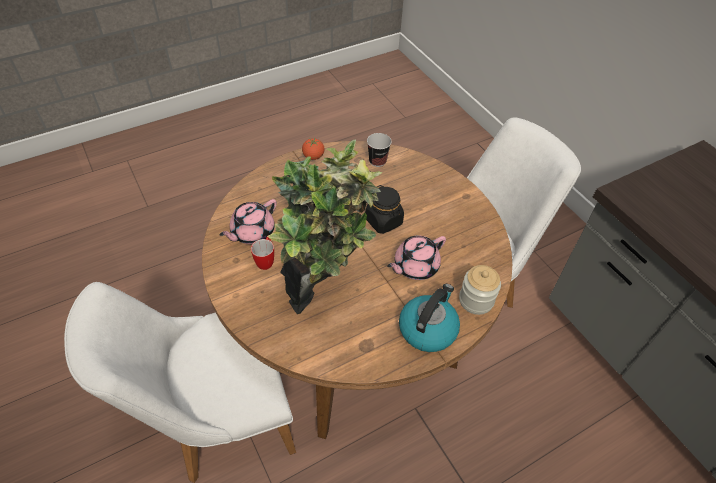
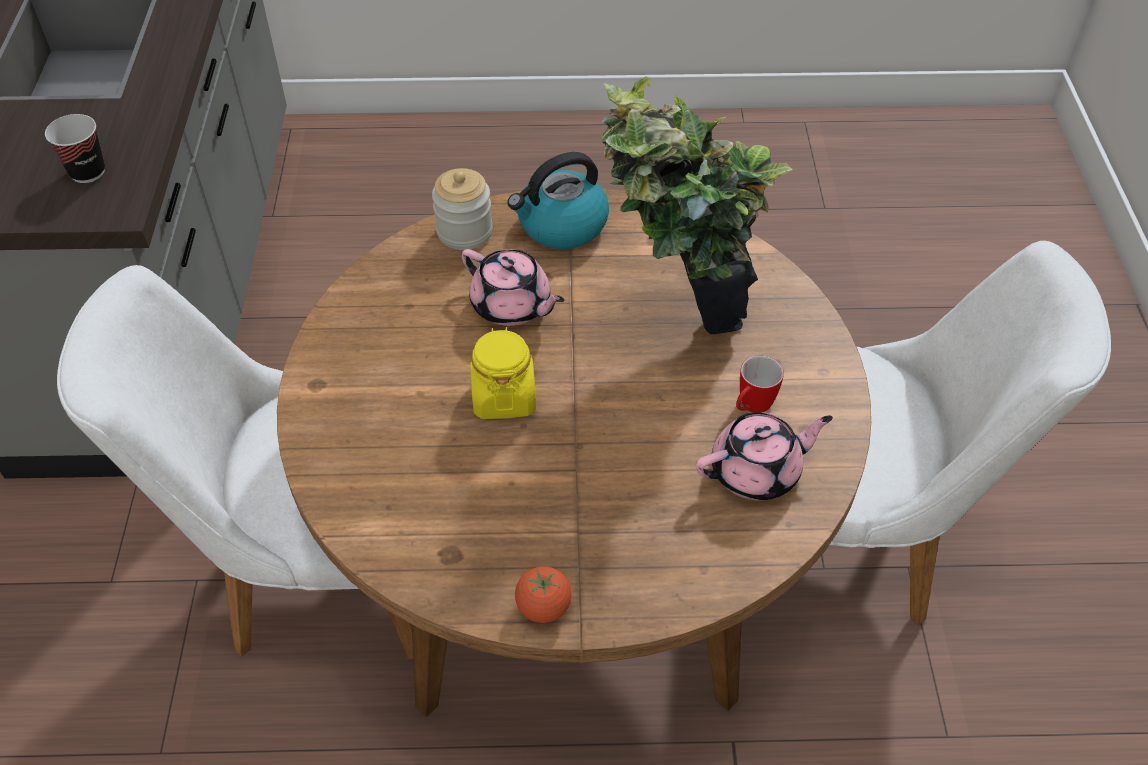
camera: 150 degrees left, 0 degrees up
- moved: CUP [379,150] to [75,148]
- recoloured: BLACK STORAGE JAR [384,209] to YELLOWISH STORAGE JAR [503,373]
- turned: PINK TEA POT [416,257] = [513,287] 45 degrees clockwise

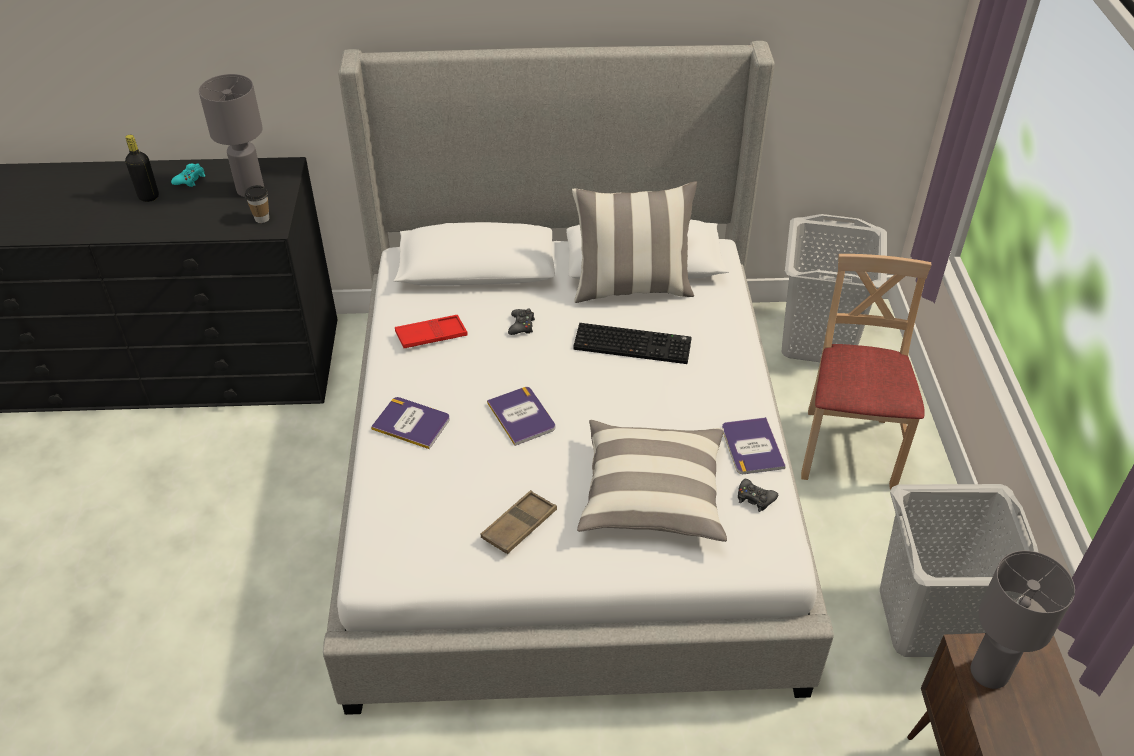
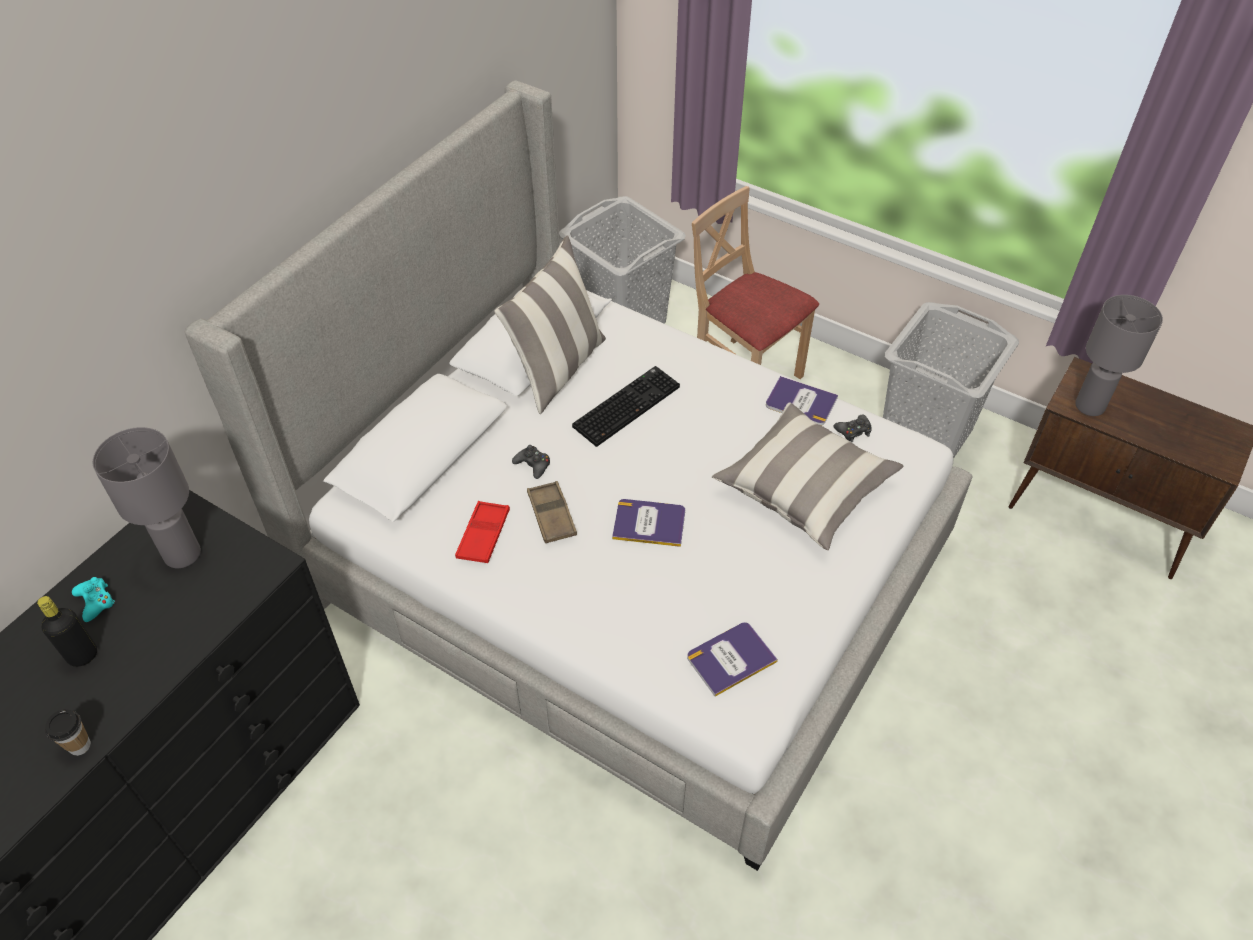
camera: 55 degrees left, 5 degrees up
- moved: CUP [257,204] to [68,732]
- moved: BOUND BOOK [410,423] to [732,659]
- moved: BROWN TRAY [519,522] to [552,512]

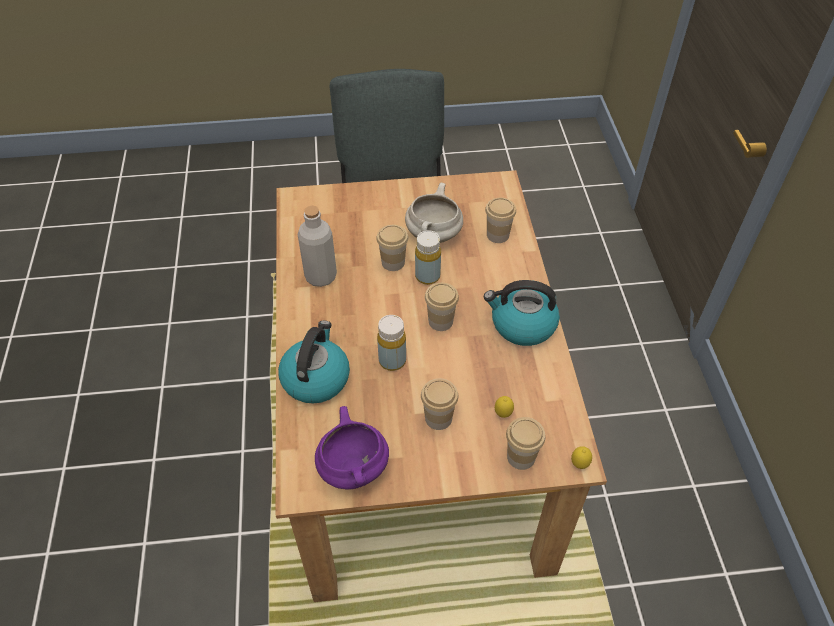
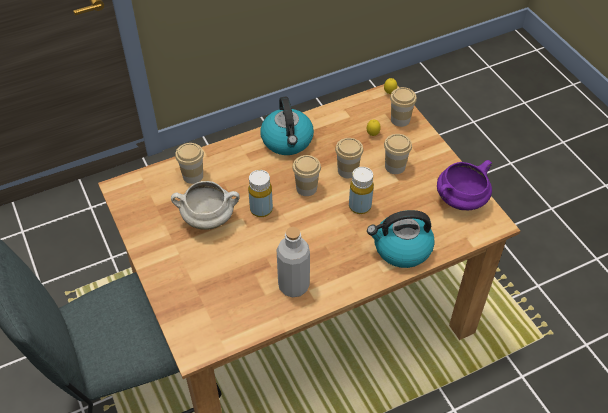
camera: 110 degrees left, 0 degrees up
- moved: CUP [392,248] to [349,158]

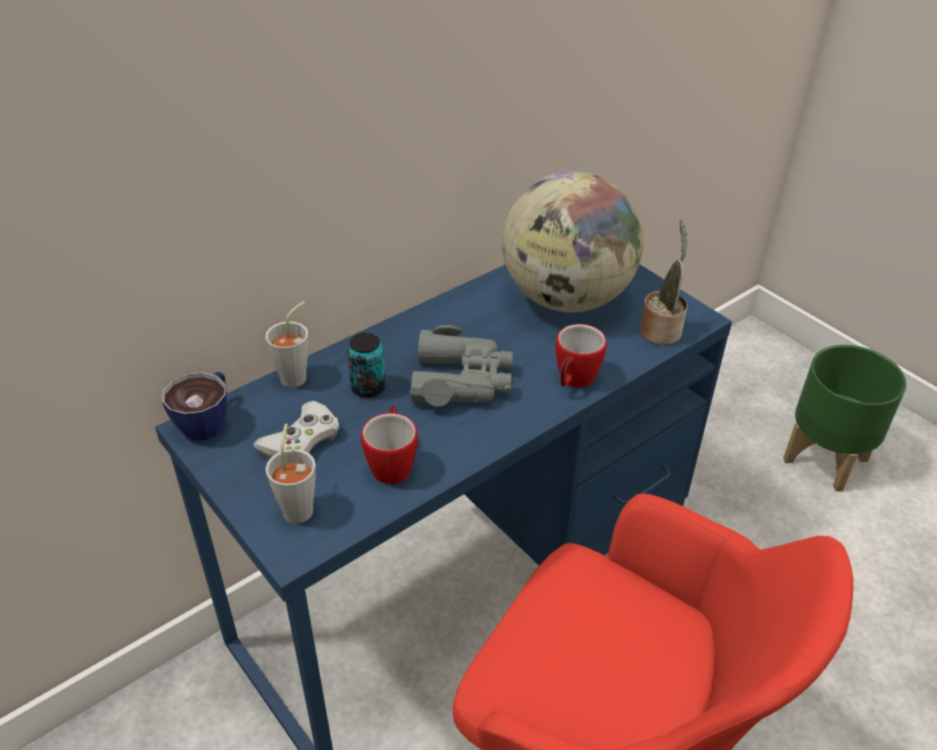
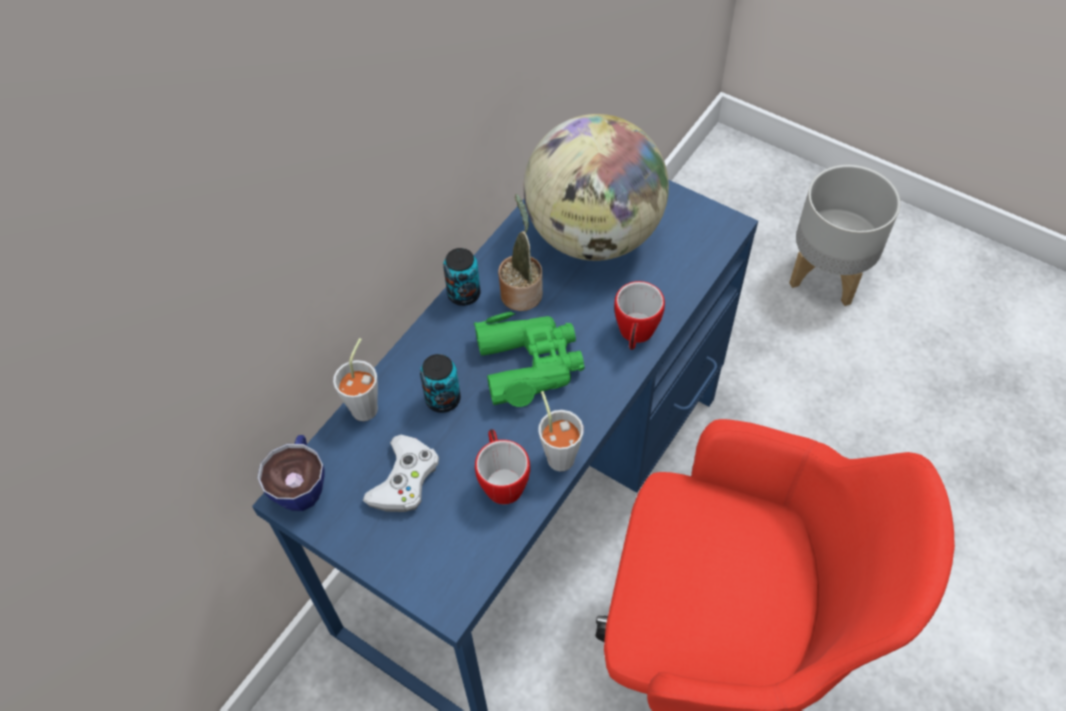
camera: 15 degrees left, 15 degrees up
- added: METAL CAN [462,277]
- moved: GRAY CUP [290,474] to [561,431]
- moved: HOUSEPLANT [664,282] to [520,252]
- recoloured: GRAY PAIR OF BINOCULARS [461,365] to GREEN-COLOURED PAIR OF BINOCULARS [529,359]
- recoloured: GREEN-COLOURED PLANT POT [844,418] to GRAY PLANT POT [844,235]

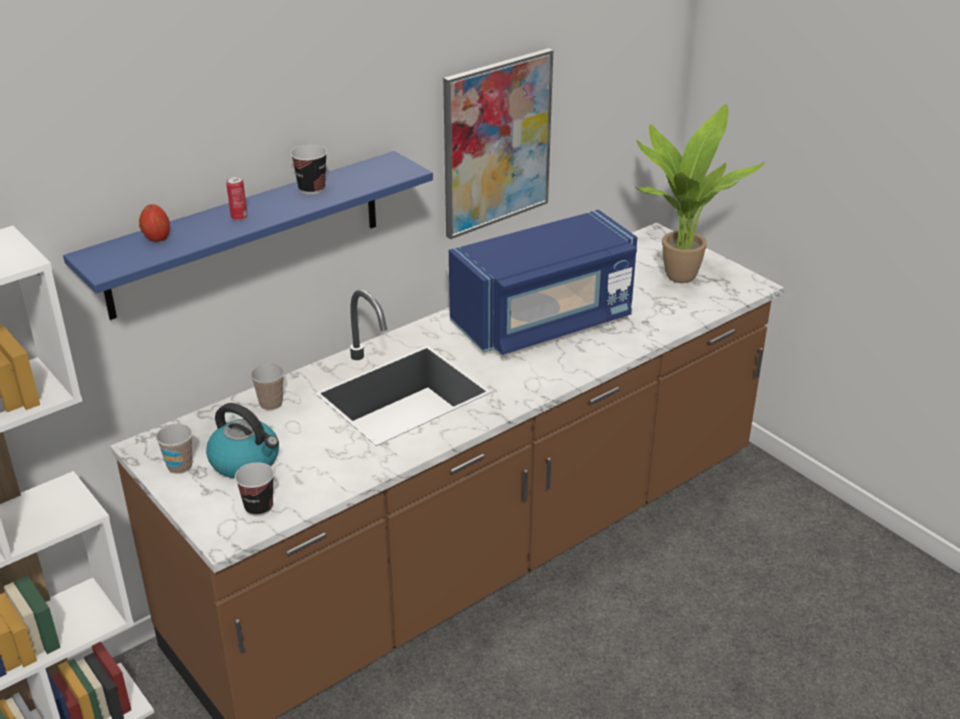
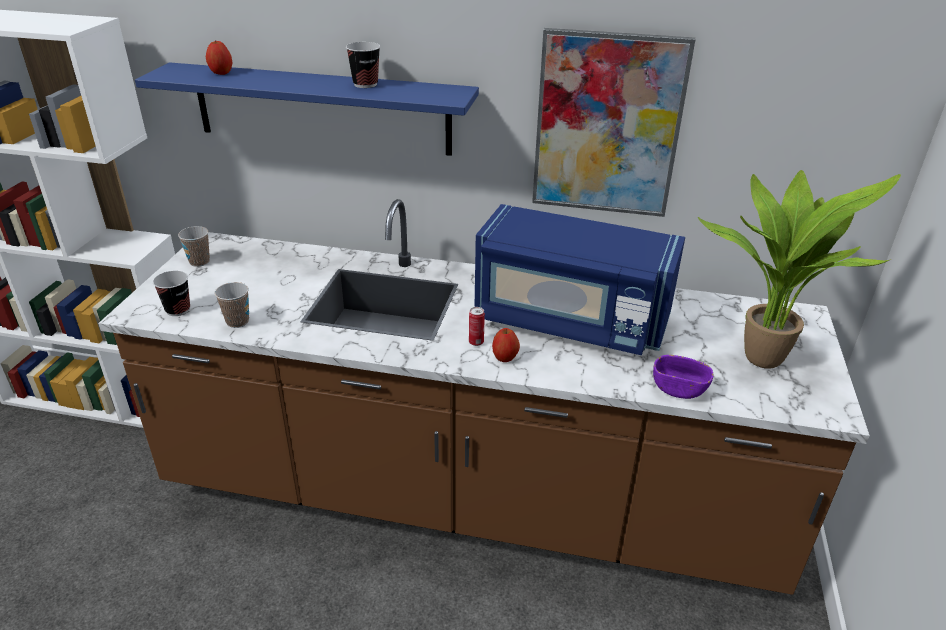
camera: 50 degrees right, 0 degrees up
- removed: KETTLE [242,441]
- added: APPLE FRUIT [506,345]
- added: PURPLISH DEEP DISH [683,377]
- moved: METAL CAN [236,198] to [477,326]
- moved: CUP [267,387] to [232,305]

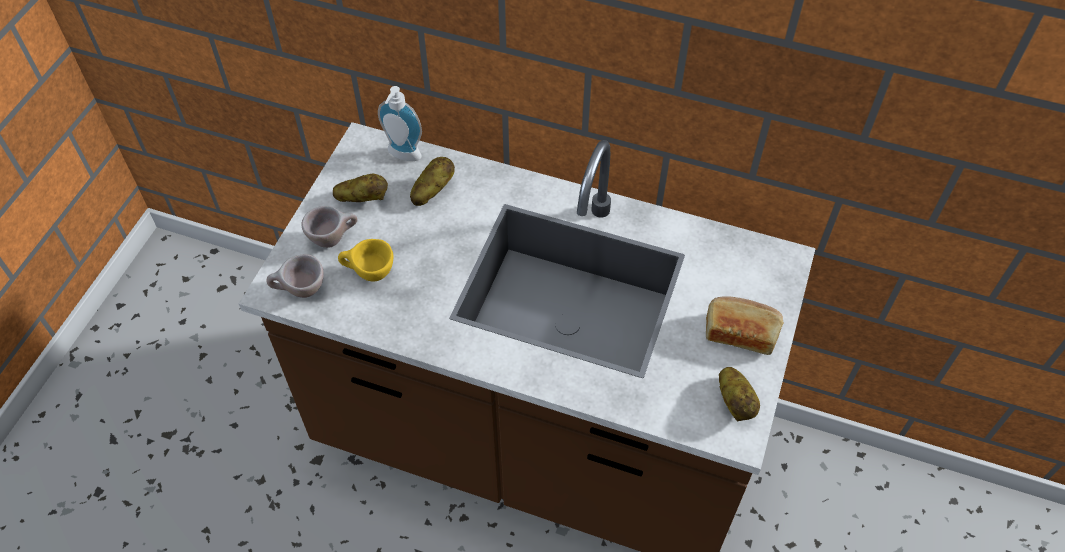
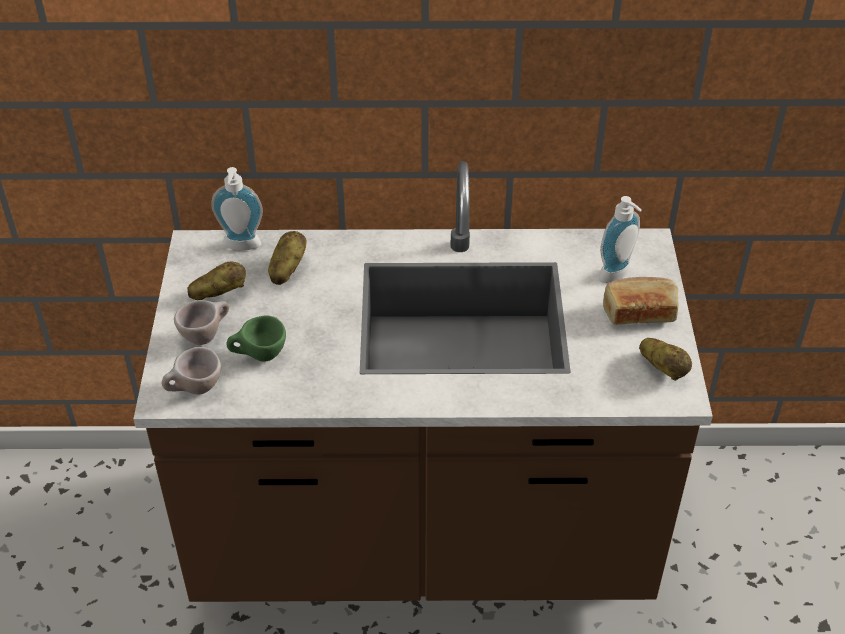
camera: 20 degrees left, 10 degrees down
- added: LIQUID SOAP BOTTLE [620,239]
- recoloured: YELLOWISH CUP [366,260] to GREEN-COLOURED CUP [256,338]

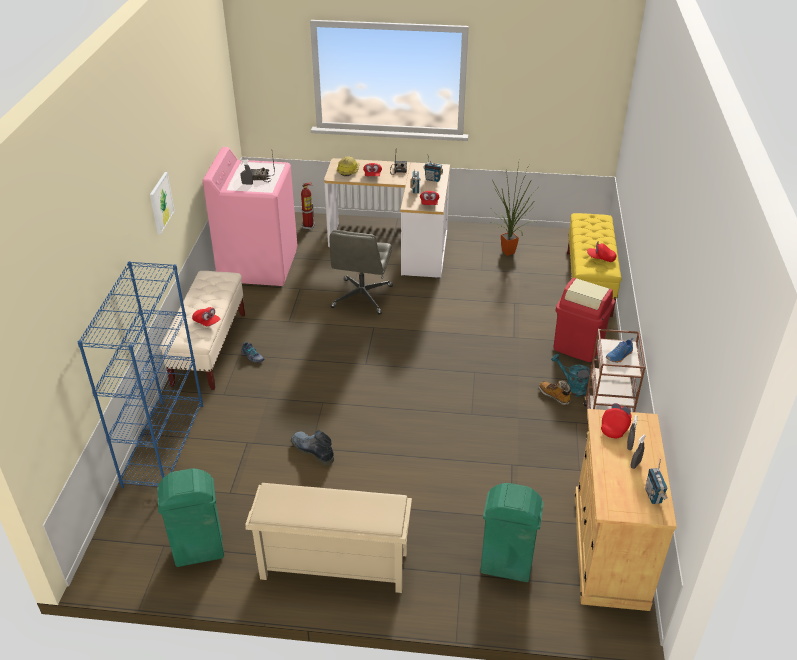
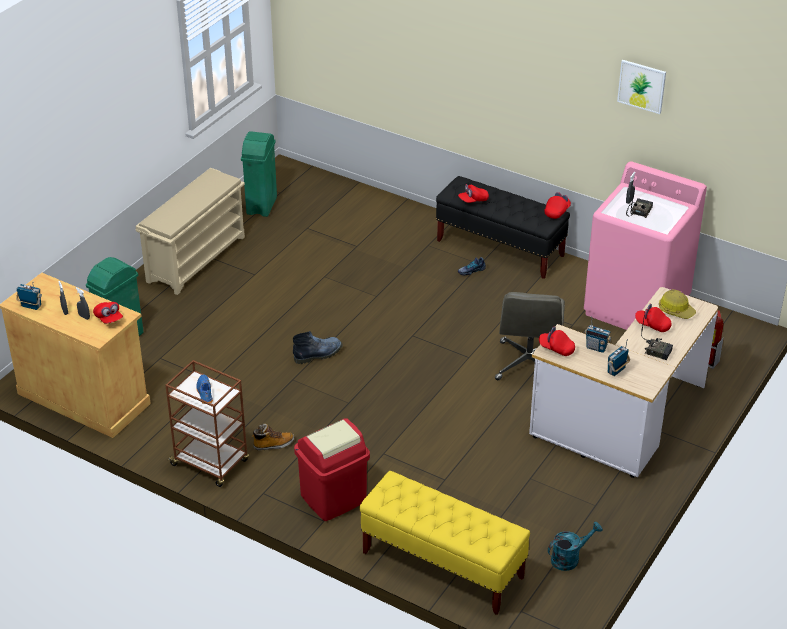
camera: 115 degrees right, 0 degrees up
- removed: BLUE BOOKCASE [140,374]
- removed: HOUSEPLANT [513,209]
- moved: PICTURE [162,203] to [641,87]
- moved: TALL BOOT [312,448] to [318,347]
- moved: BLUE-GREEN WATERING POT [571,375] to [575,546]
- moved: RED BASEBALL CAP [601,251] to [557,205]
- recoloured: SAND-COLOURED INDOOR BENCH [202,330] to BLACK INDOOR BENCH [503,227]
- turned: GRAY OFFICE CHAIR [361,272] = [530,336] 120 degrees counterclockwise

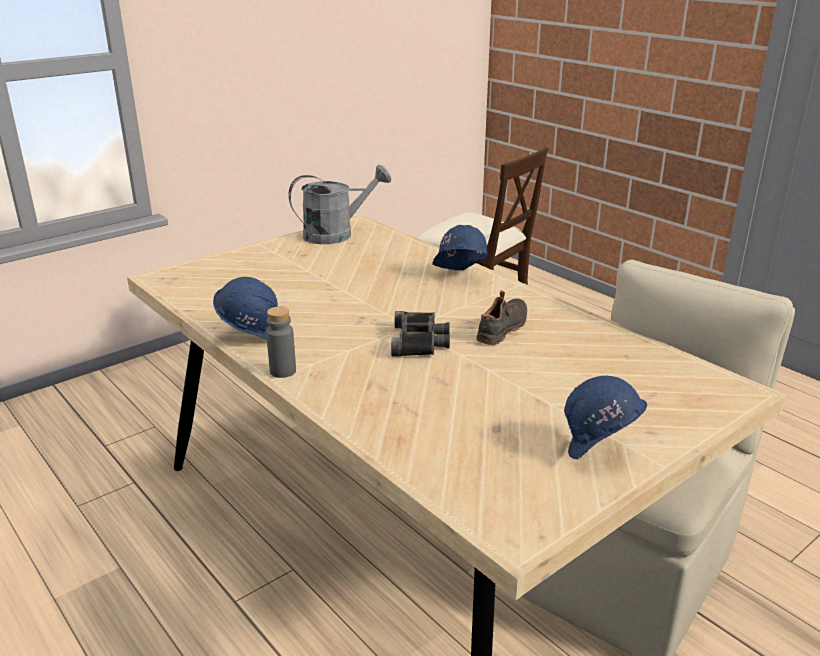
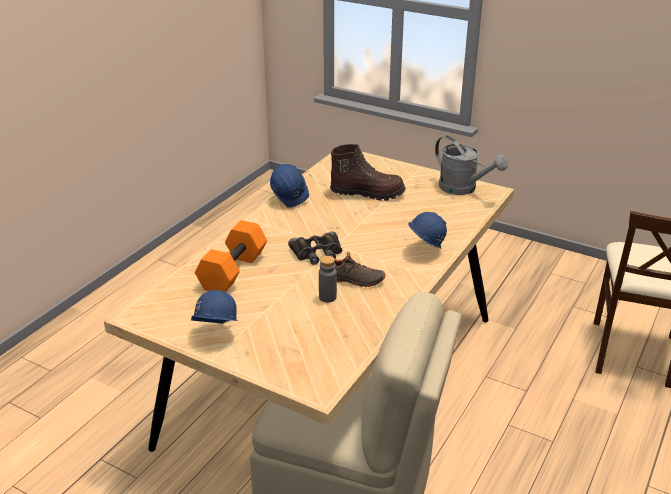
camera: 70 degrees right, 5 degrees up
- added: ORANGEY FREE WEIGHT [231,256]
- added: BROWN TALL BOOT [368,172]
- moved: GRAY BOTTLE [281,342] to [328,279]

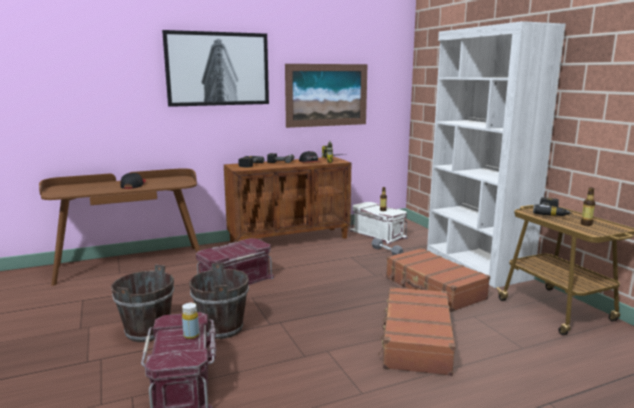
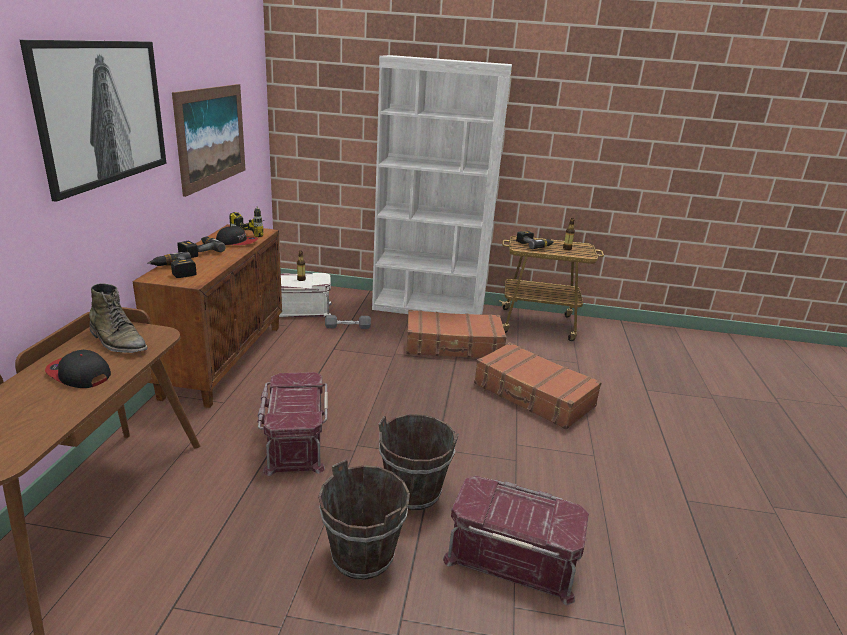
camera: 60 degrees left, 10 degrees up
- removed: YELLOWISH BOTTLE [190,321]
- added: GREEN-COLOURED TALL BOOT [118,318]

